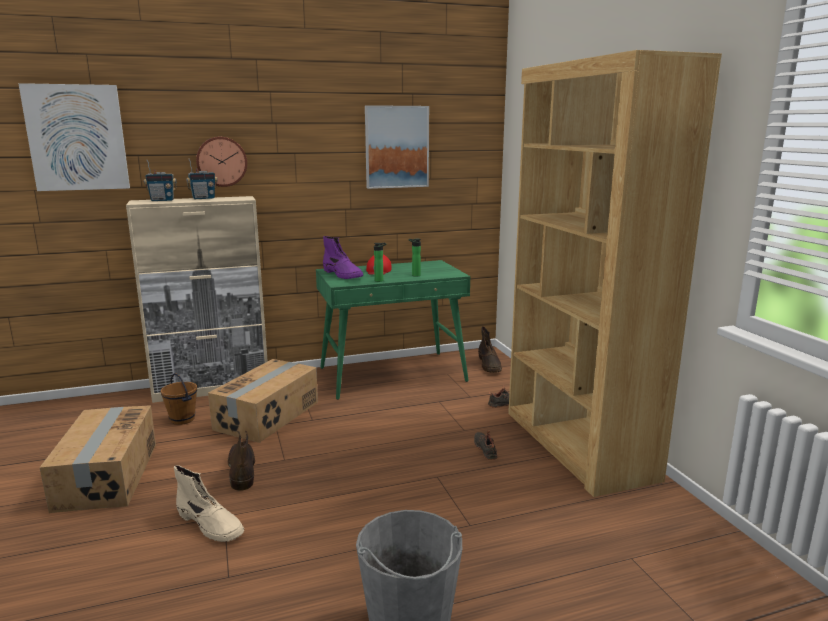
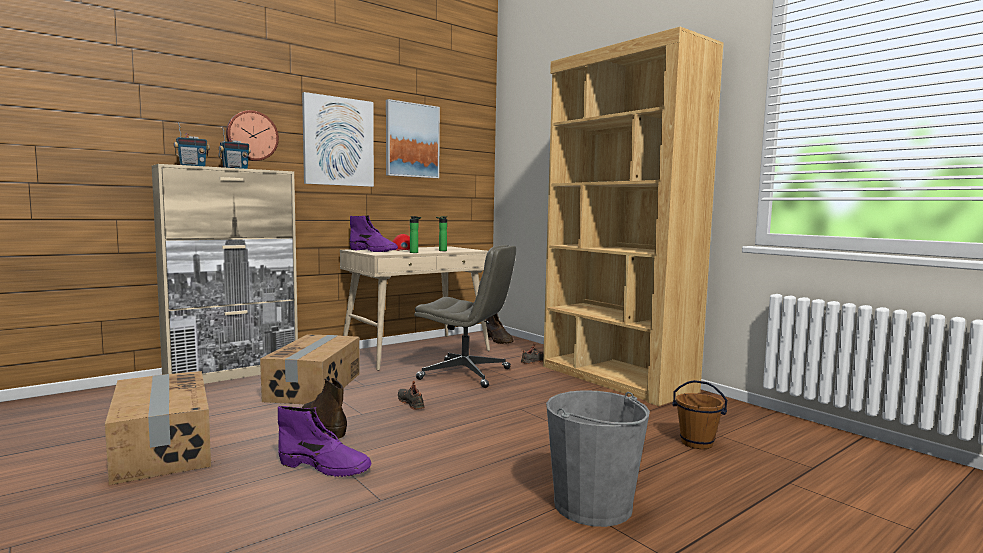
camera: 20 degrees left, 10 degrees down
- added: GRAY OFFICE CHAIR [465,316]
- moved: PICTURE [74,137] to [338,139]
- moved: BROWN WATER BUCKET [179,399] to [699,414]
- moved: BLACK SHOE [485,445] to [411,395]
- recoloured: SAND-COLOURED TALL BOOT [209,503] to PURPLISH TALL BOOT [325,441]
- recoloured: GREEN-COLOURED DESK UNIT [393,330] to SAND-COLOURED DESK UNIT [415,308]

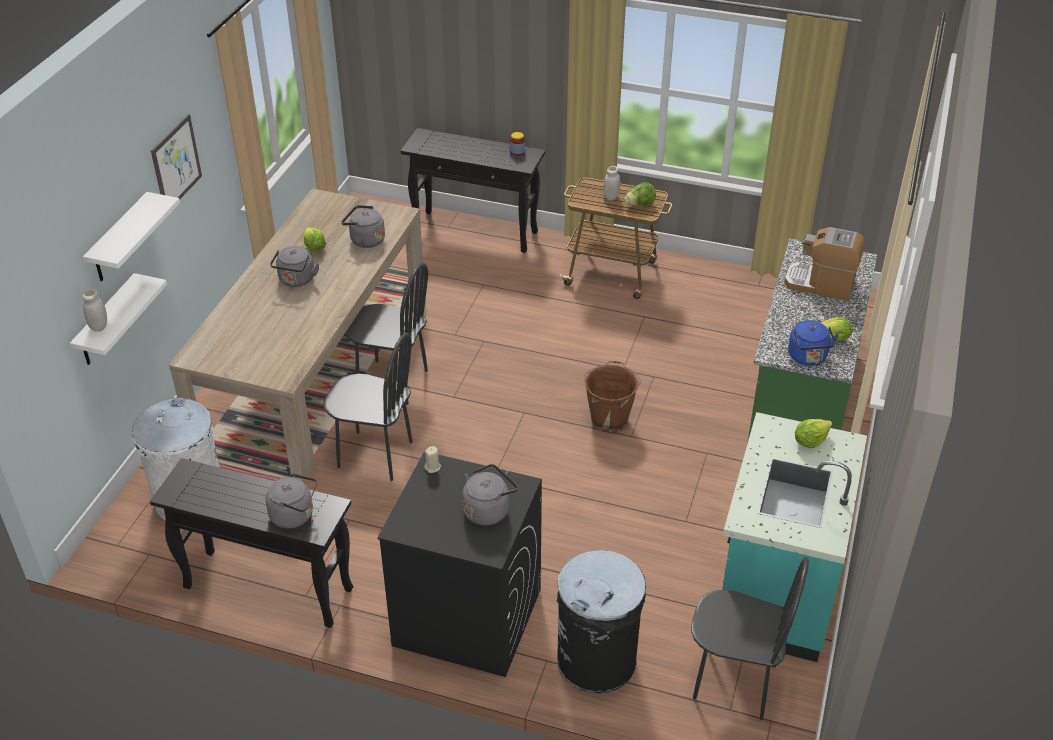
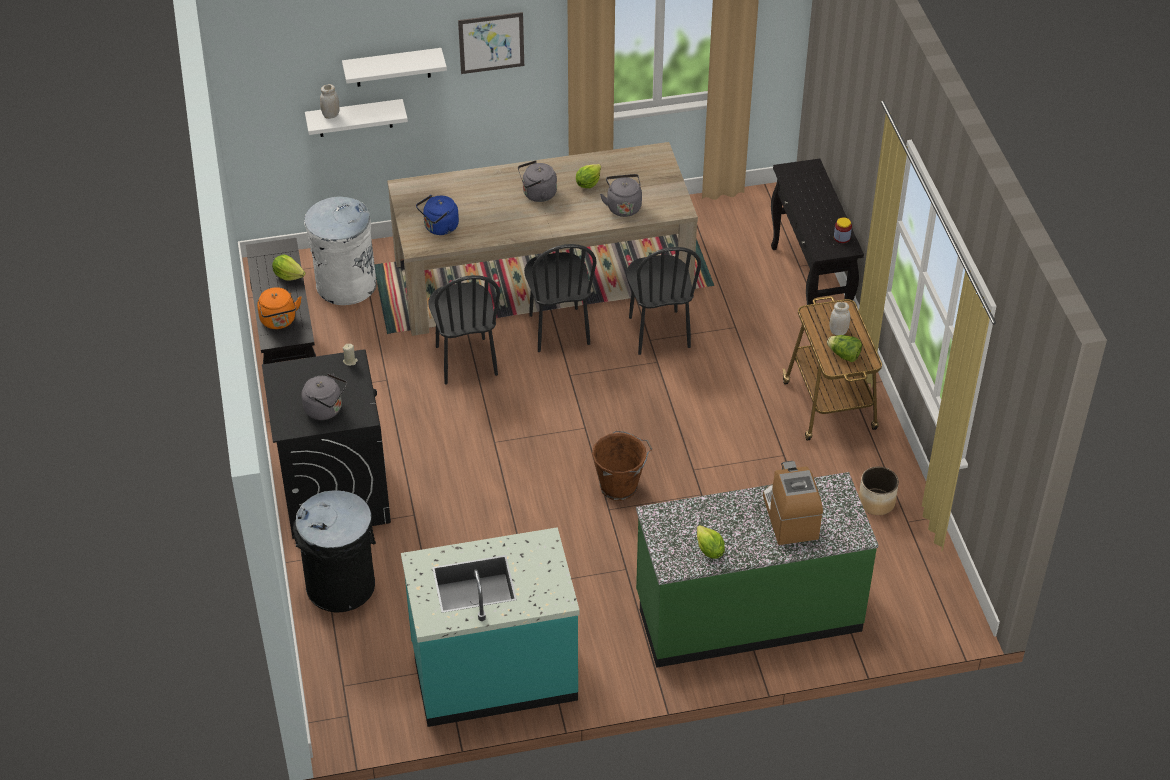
camera: 60 degrees right, 5 degrees up
- added: PLANT POT [878,491]
- moved: BLACK UPRIGHT CHAIR [750,638] to [664,301]
- moved: BLUE KETTLE [813,343] to [437,215]
- moved: LETTUCE HEAD [813,433] to [289,268]
- recoloured: GRAY KETTLE [291,501] to ORANGEY KETTLE [279,308]

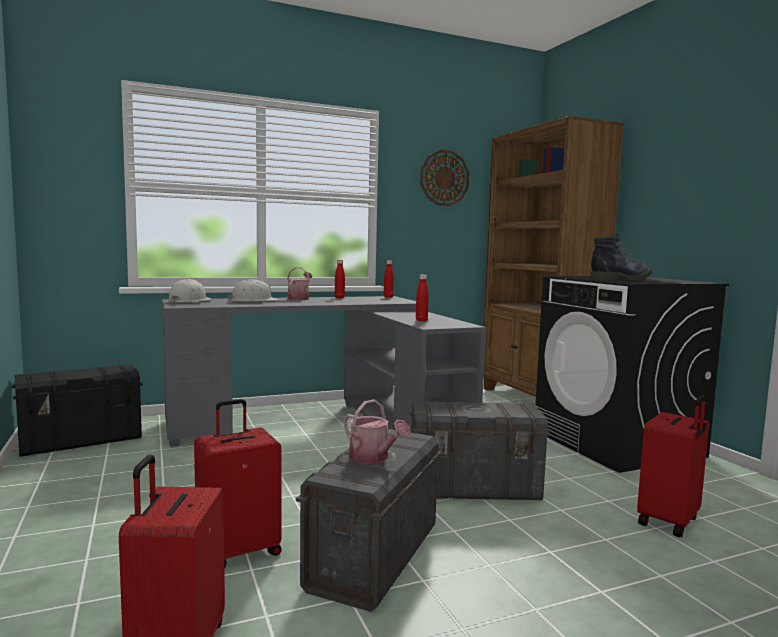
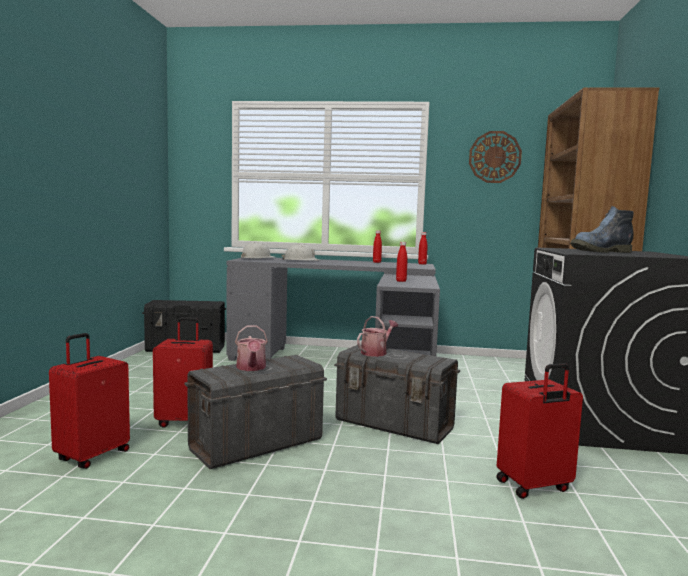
camera: 30 degrees right, 0 degrees up
- moved: WATERING POT [299,283] to [377,336]
- turned: TALL BOOT [621,257] = [602,229] 150 degrees clockwise

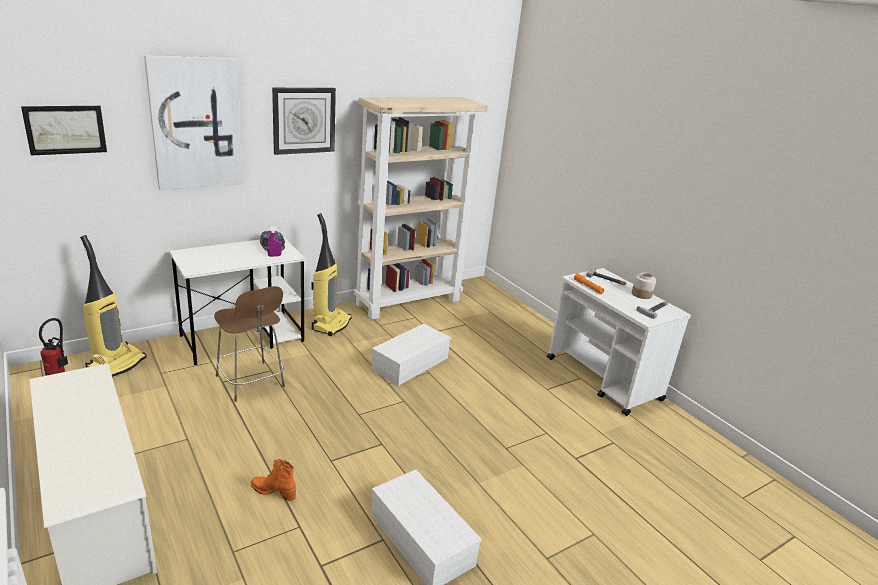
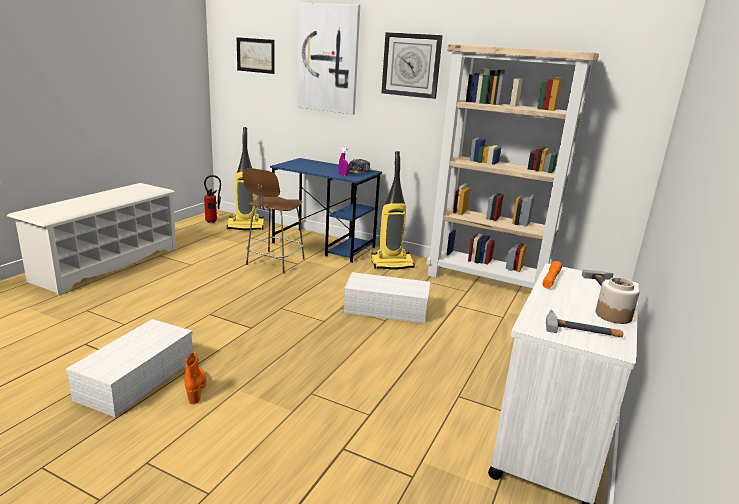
camera: 60 degrees right, 5 degrees down
- moved: ORANGEY TALL BOOT [273,480] to [195,378]
- recoloured: WHITISH DESK UNIT [237,301] to BLUE DESK UNIT [326,210]

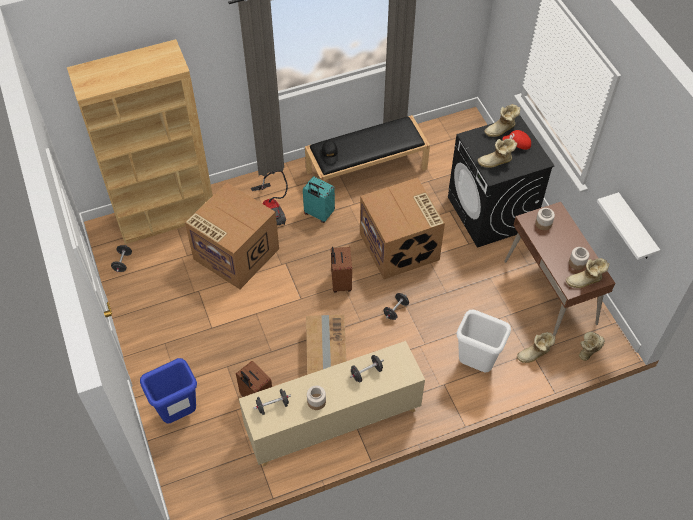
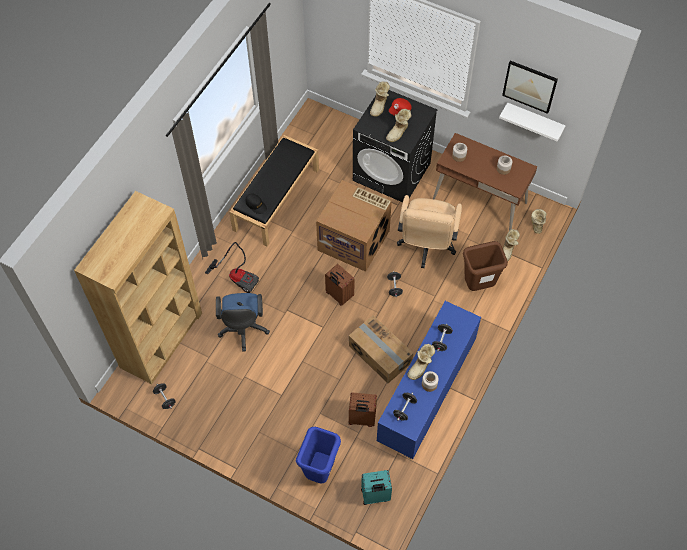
camera: 40 degrees left, 5 degrees up
- added: SAND-COLOURED OFFICE CHAIR [429,231]
- added: PICTURE [530,87]
- moved: BLUE-GREEN TRAVEL CASE [319,199] to [376,487]
- moved: TALL BOOT [587,273] to [421,362]
- replaced: CARDBOARD BOX [232,236] to BLUE OFFICE CHAIR [243,322]
- recoloured: SAND-COLOURED CUPBOARD [332,404] to BLUE CUPBOARD [429,380]
- recoloured: WHITISH RUBBISH BIN [483,341] to BROWN RUBBISH BIN [485,266]

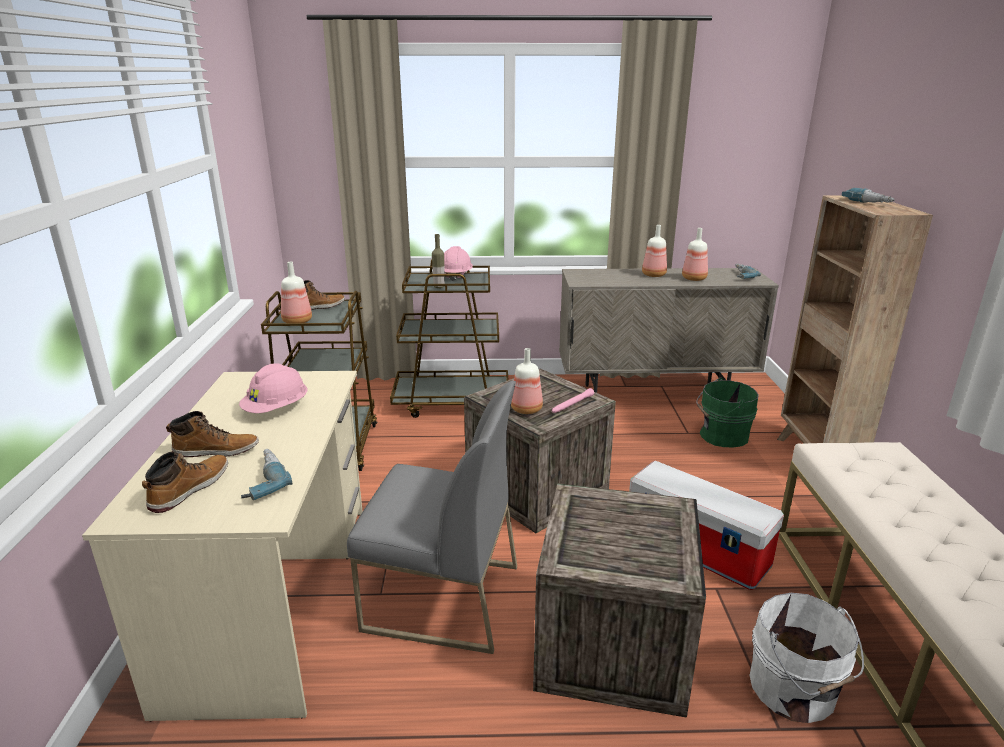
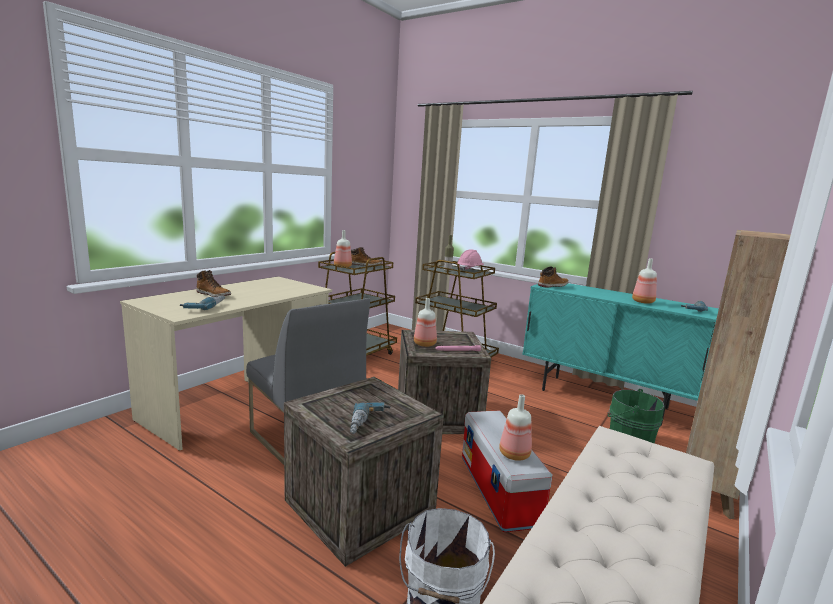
camera: 35 degrees right, 10 degrees down
- removed: PINK WORK HELMET [273,388]
- moved: TALL BOOT [185,482] to [553,276]
- moved: BOTTLE [654,251] to [515,427]
- moved: POWER DRILL [868,195] to [370,418]
- recoloured: SAND-COLOURED CUPBOARD [669,330] to BLUE-GREEN CUPBOARD [620,354]

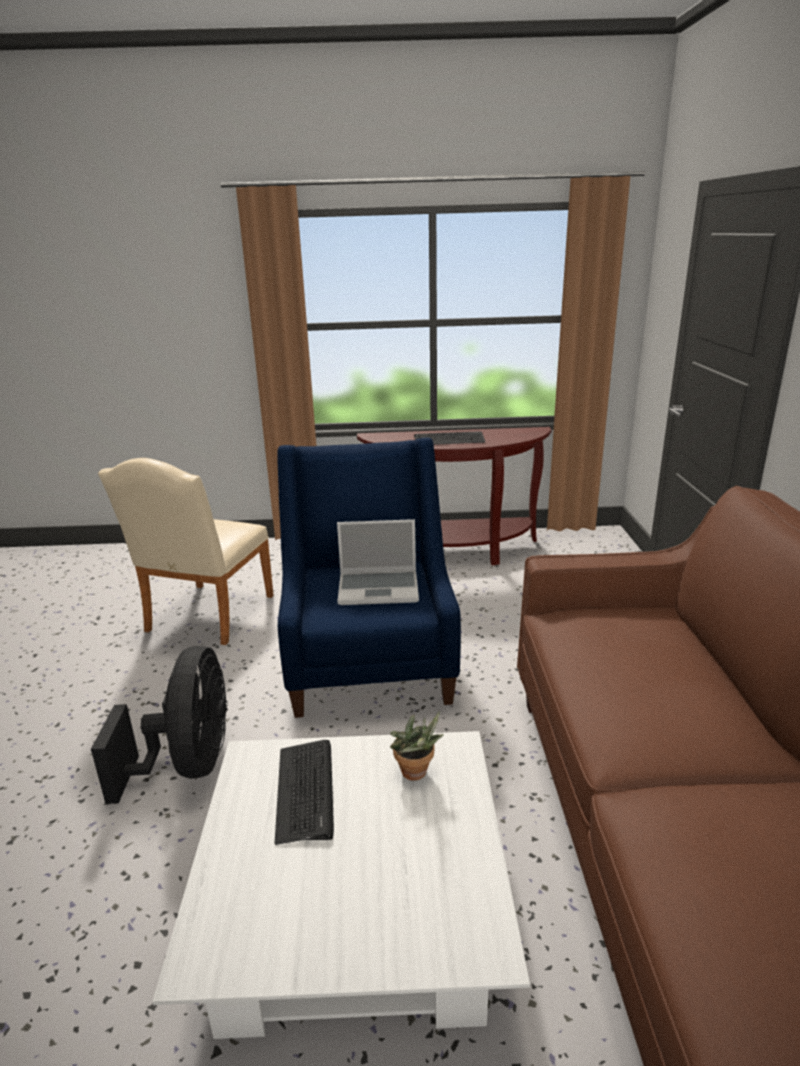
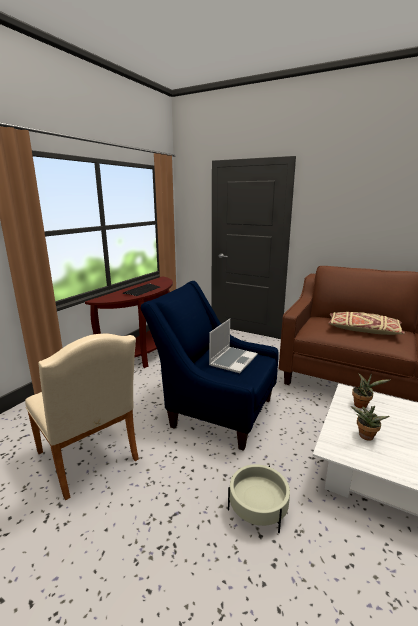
camera: 60 degrees left, 5 degrees down
- added: SAND-COLOURED PILLOW [366,323]
- replaced: BLACK FAN [159,725] to SAND-COLOURED PLANT POT [259,498]
- replaced: PC KEYBOARD [304,792] to HOUSEPLANT [370,423]

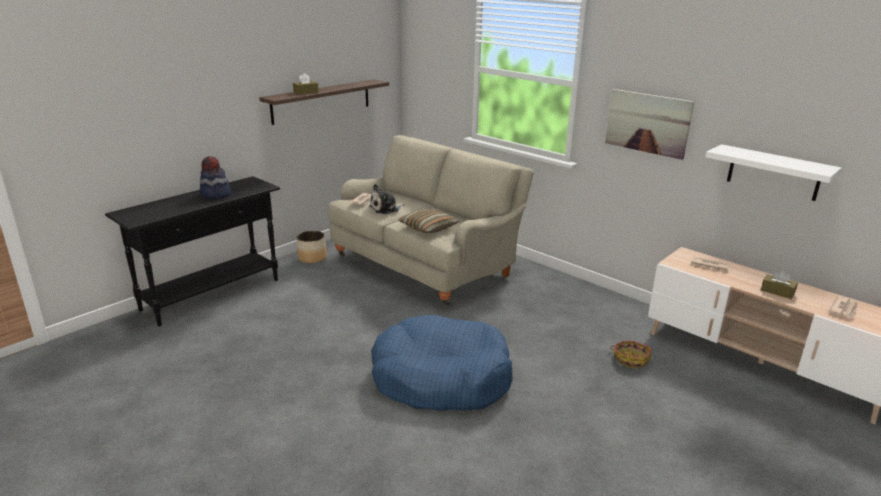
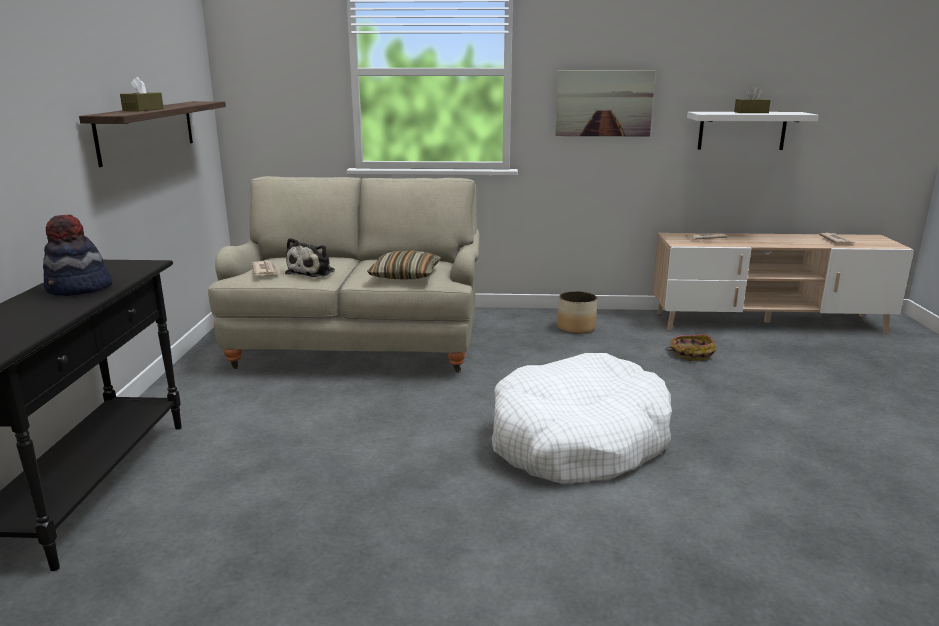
camera: 40 degrees left, 5 degrees down
- moved: PLANT POT [312,247] to [577,312]
- moved: BROWN BOX OF TISSUES [779,284] to [752,99]
- recoloured: BLUE DOG BED [442,363] to WHITISH DOG BED [582,418]

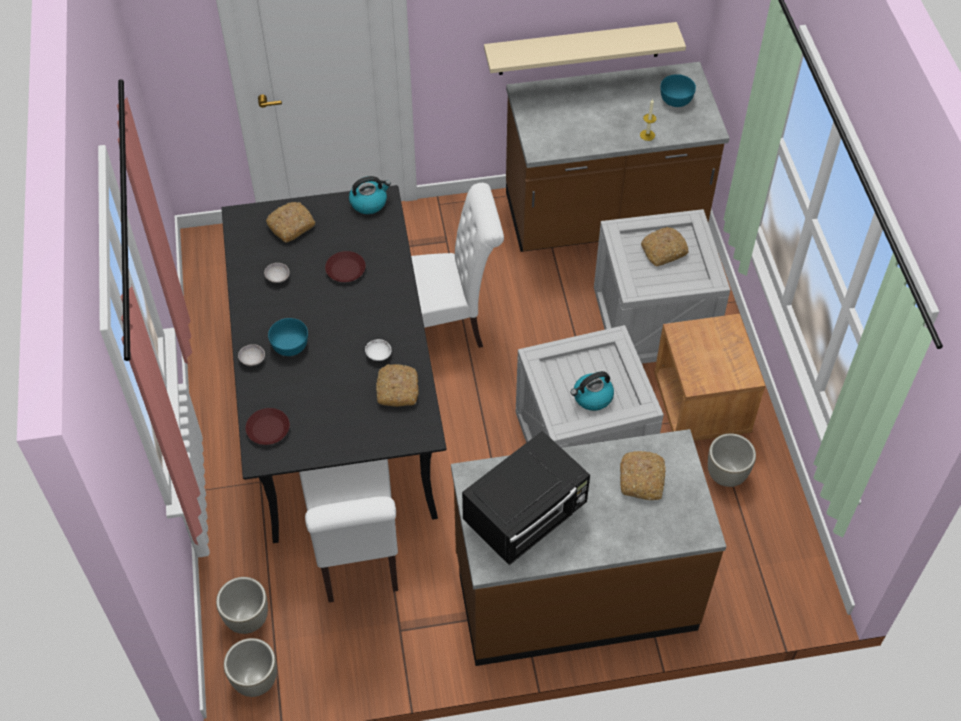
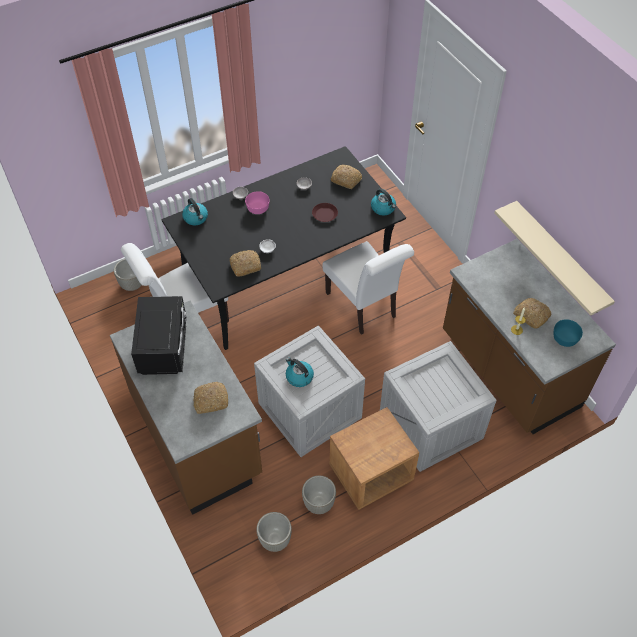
camera: 70 degrees right, 0 degrees up
- moved: GRAY PLANT POT [250,667] to [274,532]
- moved: BAKERY BREAD [665,246] to [532,313]
- replaced: BROWN FLAT DISH [268,426] to KETTLE [195,211]
- recoloured: BLUE-GREEN DEEP DISH [288,337] to PINK DEEP DISH [257,202]
- turned: BLACK KITCHEN MICROWAVE [526,498] = [159,335] 120 degrees counterclockwise

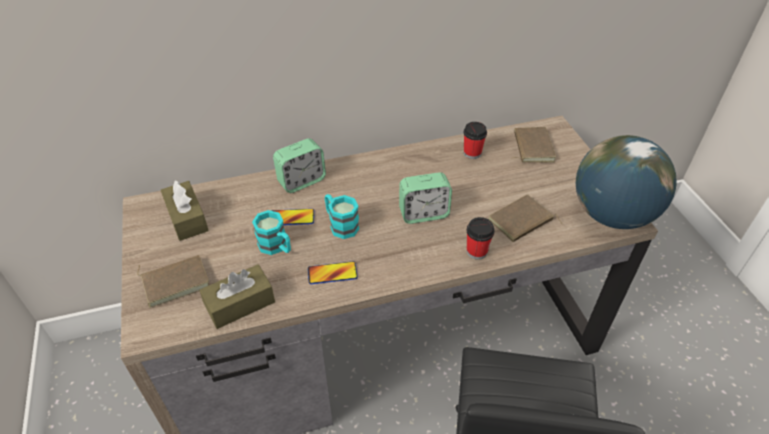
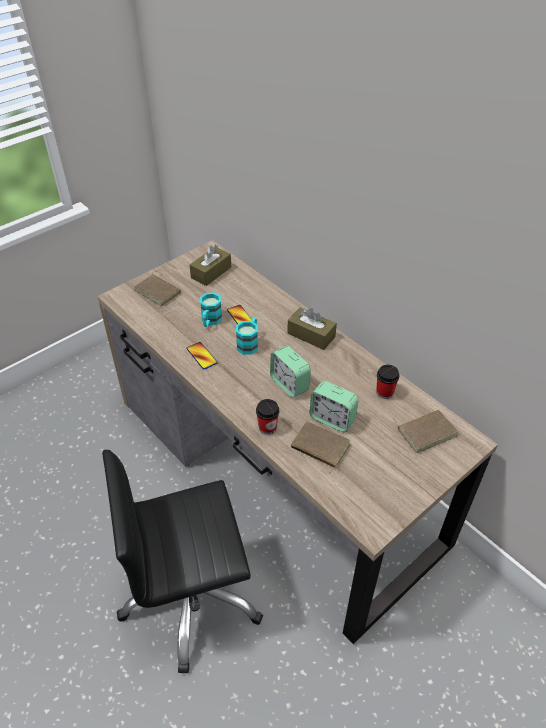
camera: 65 degrees right, 0 degrees up
- removed: DESK GLOBE [626,182]
- moved: BROWN BOX OF TISSUES [237,296] to [312,329]
- moved: ALARM CLOCK [299,165] to [334,406]

